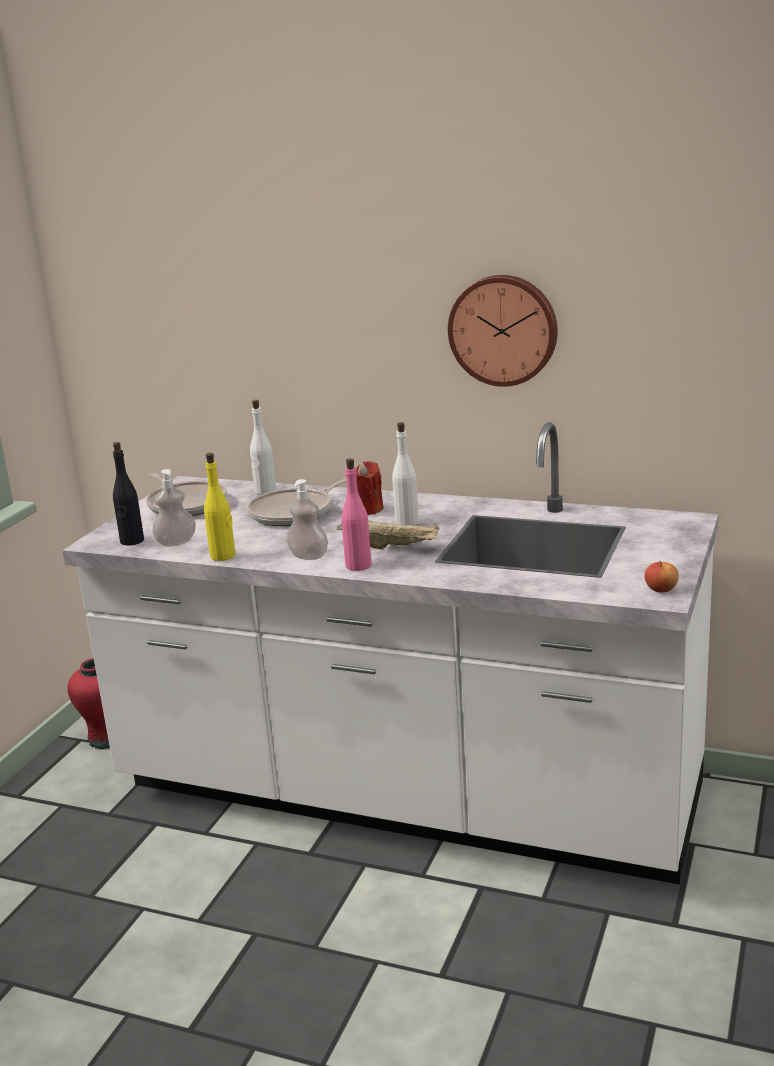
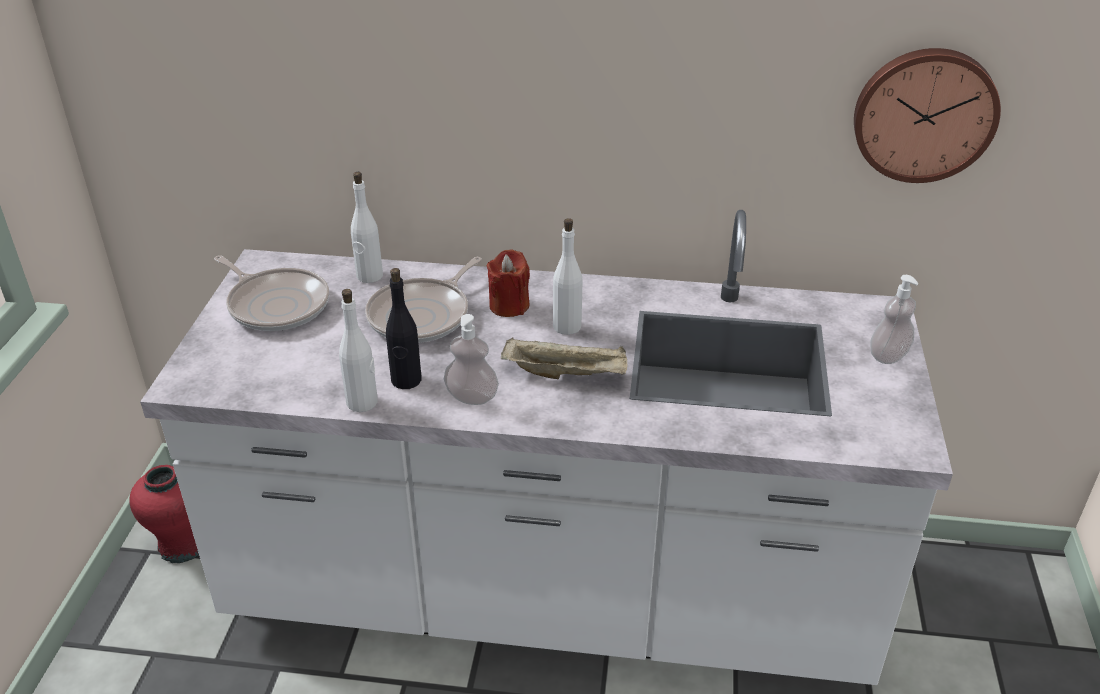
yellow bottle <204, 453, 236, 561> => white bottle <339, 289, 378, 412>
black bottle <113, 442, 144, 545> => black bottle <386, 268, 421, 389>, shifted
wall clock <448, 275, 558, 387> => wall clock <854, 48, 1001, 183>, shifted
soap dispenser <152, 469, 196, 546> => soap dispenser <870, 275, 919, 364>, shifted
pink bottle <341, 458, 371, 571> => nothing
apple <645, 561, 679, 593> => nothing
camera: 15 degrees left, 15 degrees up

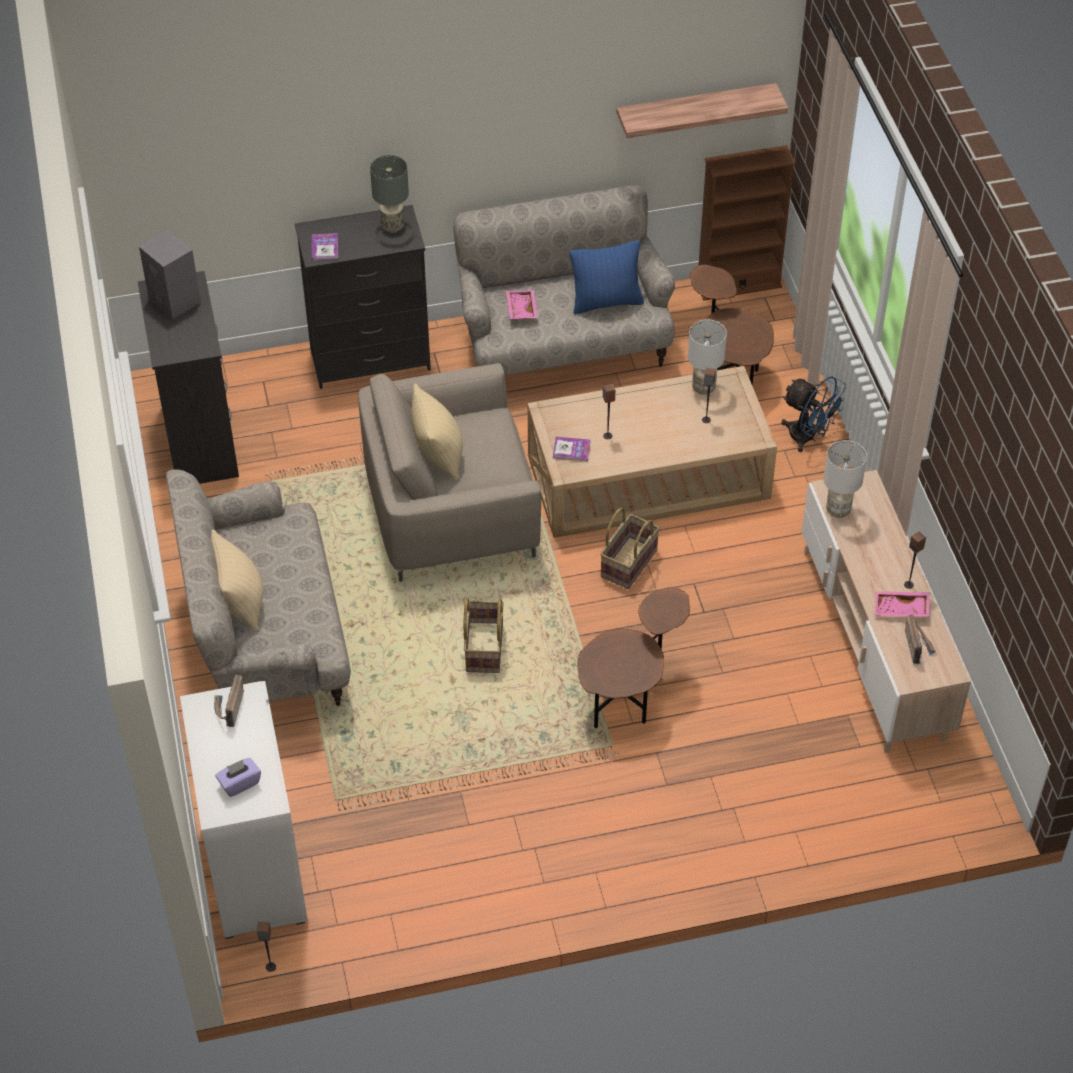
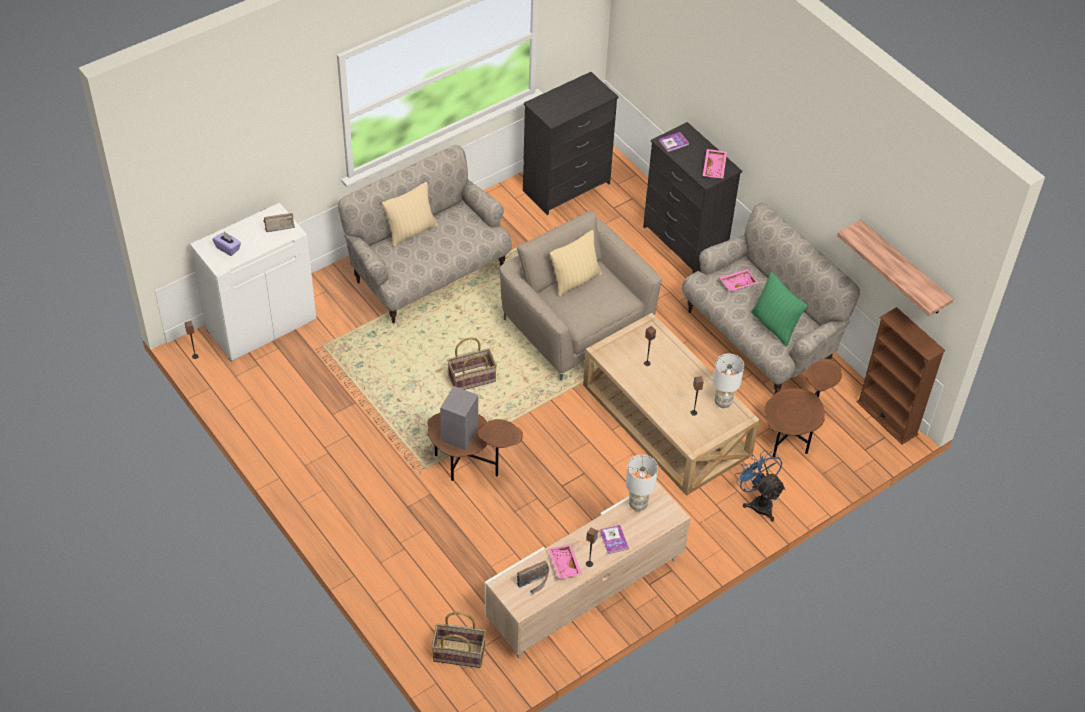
basket <600, 507, 660, 589> => basket <431, 612, 486, 668>, shifted
grey speaker <139, 230, 201, 319> => grey speaker <440, 386, 478, 450>, shifted
book <553, 437, 591, 461> => book <600, 525, 629, 554>, shifted
grey table lamp <370, 155, 409, 233> => pink tray <703, 149, 727, 178>
blue fan <781, 376, 846, 452> => blue fan <735, 450, 785, 522>, 135 degrees clockwise
blue pillow <569, 240, 644, 315> => green pillow <751, 272, 807, 347>
camera: 65 degrees right, 0 degrees up

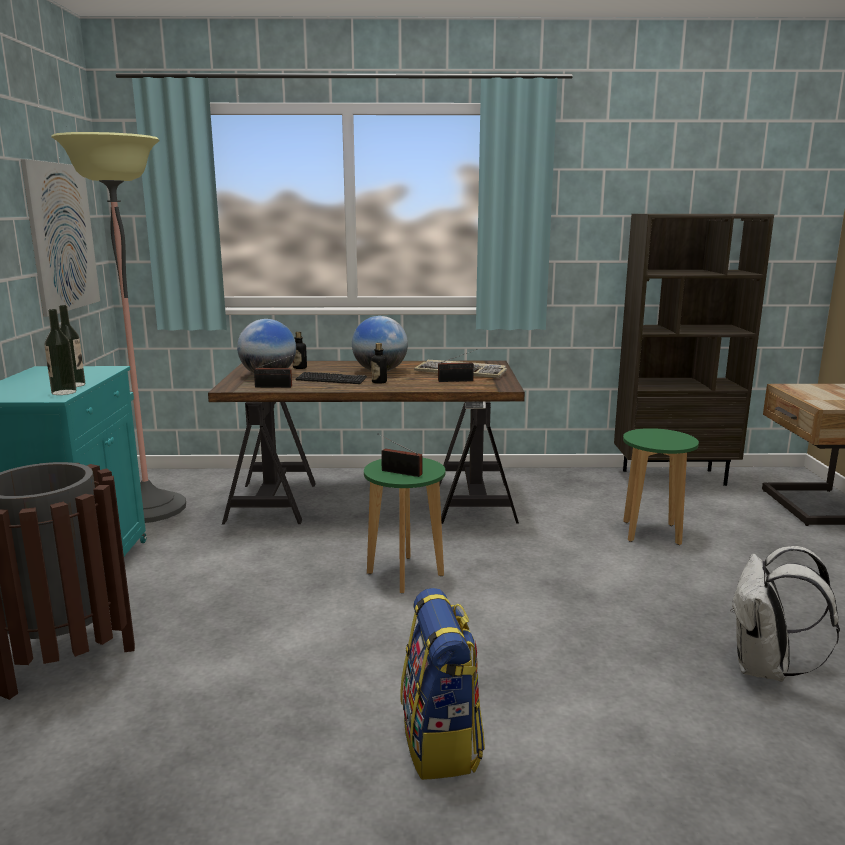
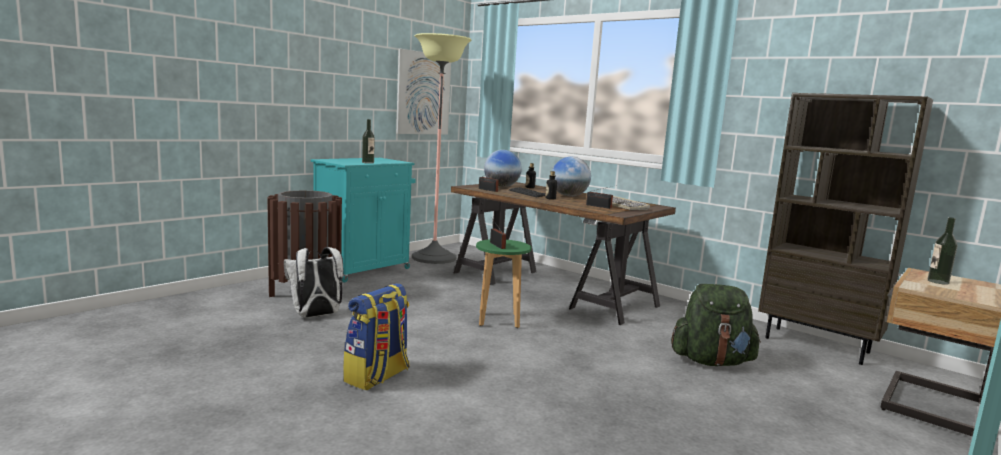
white backpack <730, 546, 840, 682> => white backpack <284, 247, 344, 318>, shifted
green stool <623, 428, 699, 545> => green backpack <671, 284, 761, 366>
bottle <44, 309, 76, 395> => bottle <928, 217, 958, 285>, shifted
camera: 40 degrees right, 5 degrees down

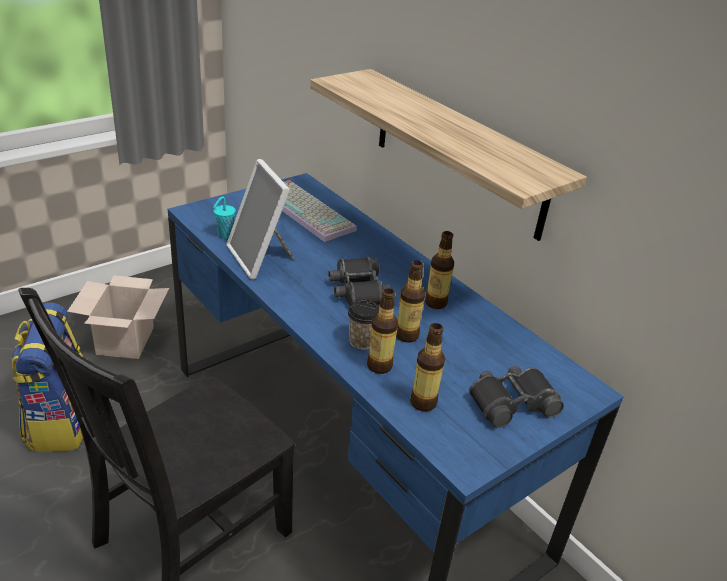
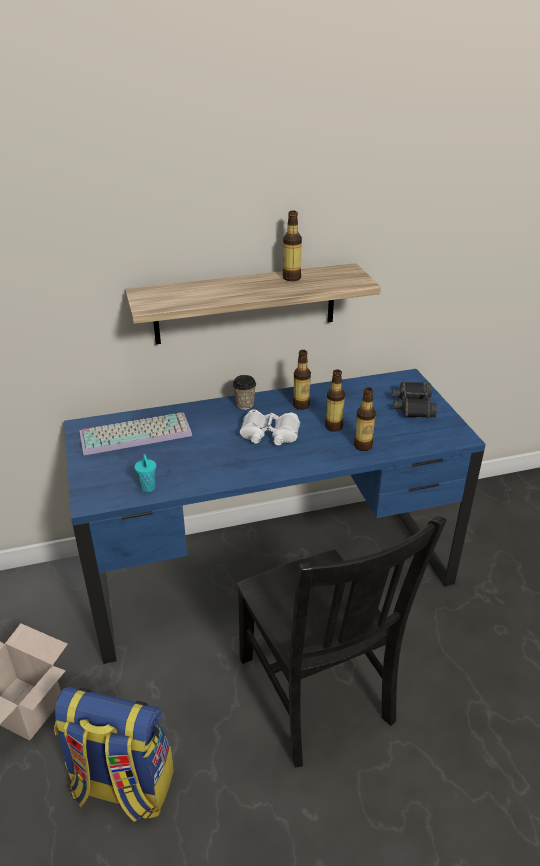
cup <348, 300, 379, 350> => cup <233, 375, 256, 410>, shifted
black binoculars <328, 257, 391, 306> => white binoculars <240, 410, 300, 445>
bottle <410, 323, 445, 411> => bottle <282, 211, 302, 281>, shifted
picture frame <227, 159, 294, 279> => nothing
camera: 65 degrees left, 0 degrees up

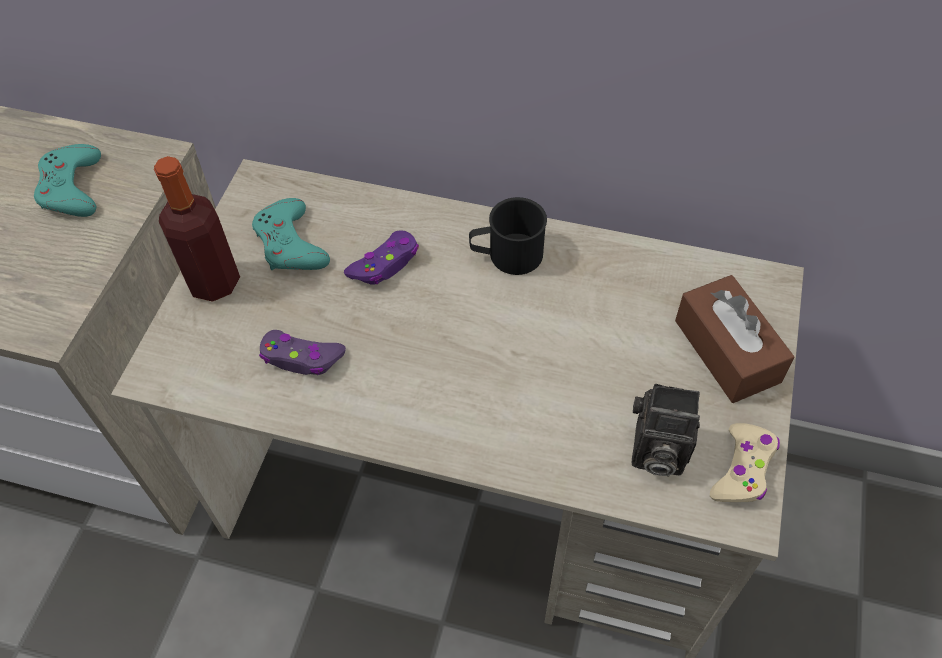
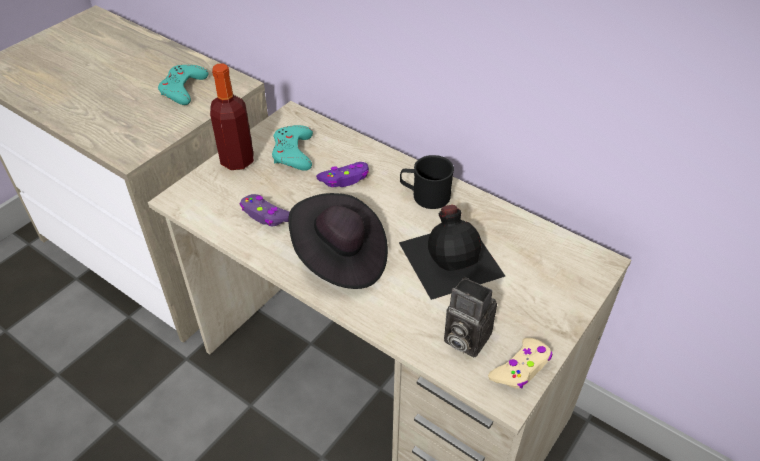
nothing => black hat <288, 193, 388, 289>
nothing => black bottle <399, 205, 505, 300>
brown tissue box <675, 275, 794, 403> => nothing
camera: 20 degrees right, 10 degrees down

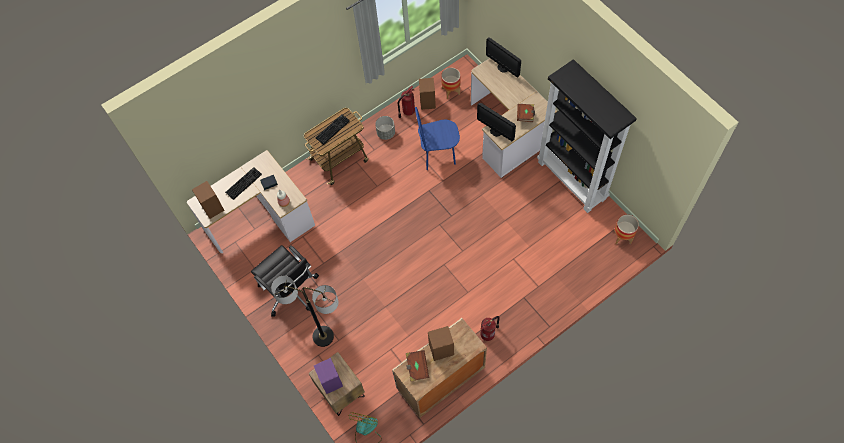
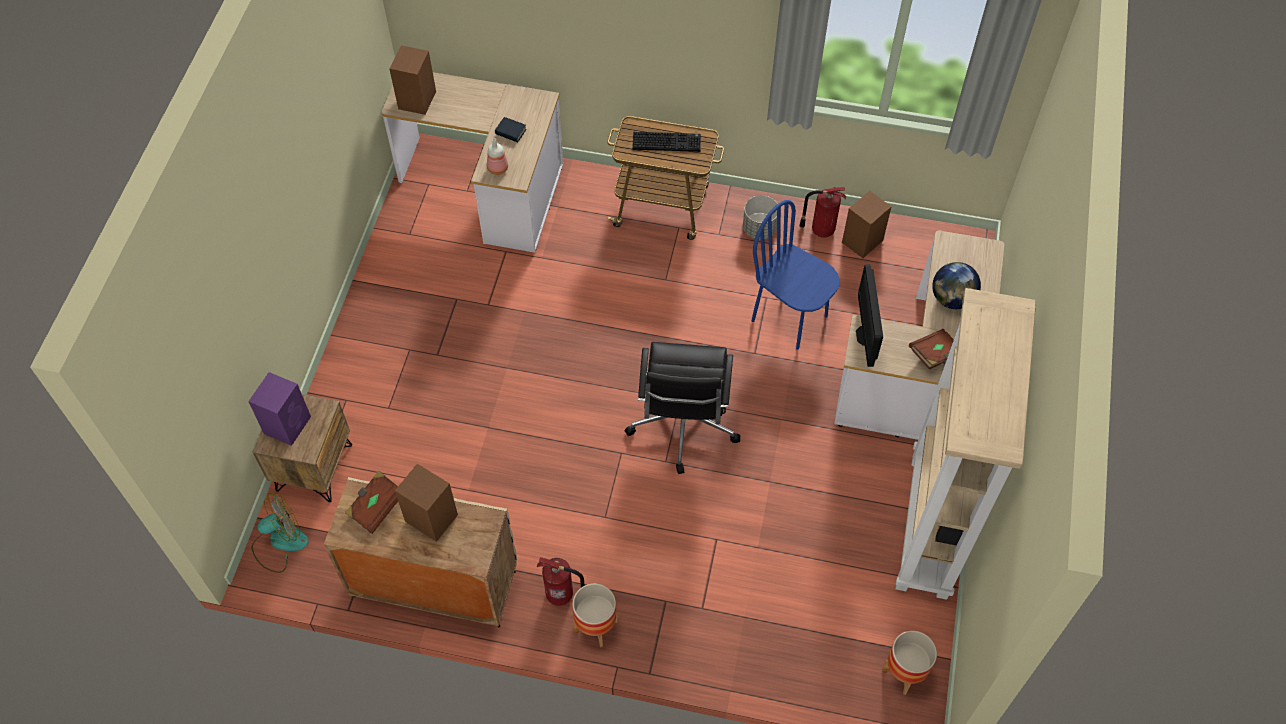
planter <441, 67, 461, 99> => planter <572, 583, 617, 647>, shifted
black office chair <251, 245, 319, 317> => black office chair <625, 342, 740, 474>, shifted
black bookcase <537, 59, 637, 213> => beige bookcase <896, 288, 1036, 600>
nothing => globe <932, 262, 981, 309>
keyboard <225, 167, 262, 200> => nothing
floor lamp <271, 276, 338, 347> => nothing
monitor <486, 37, 521, 78> => nothing
camera: 45 degrees right, 5 degrees down

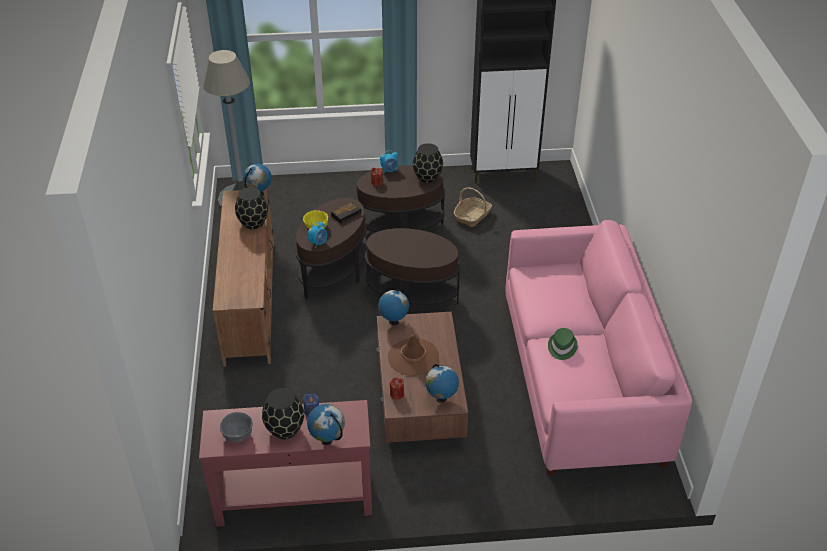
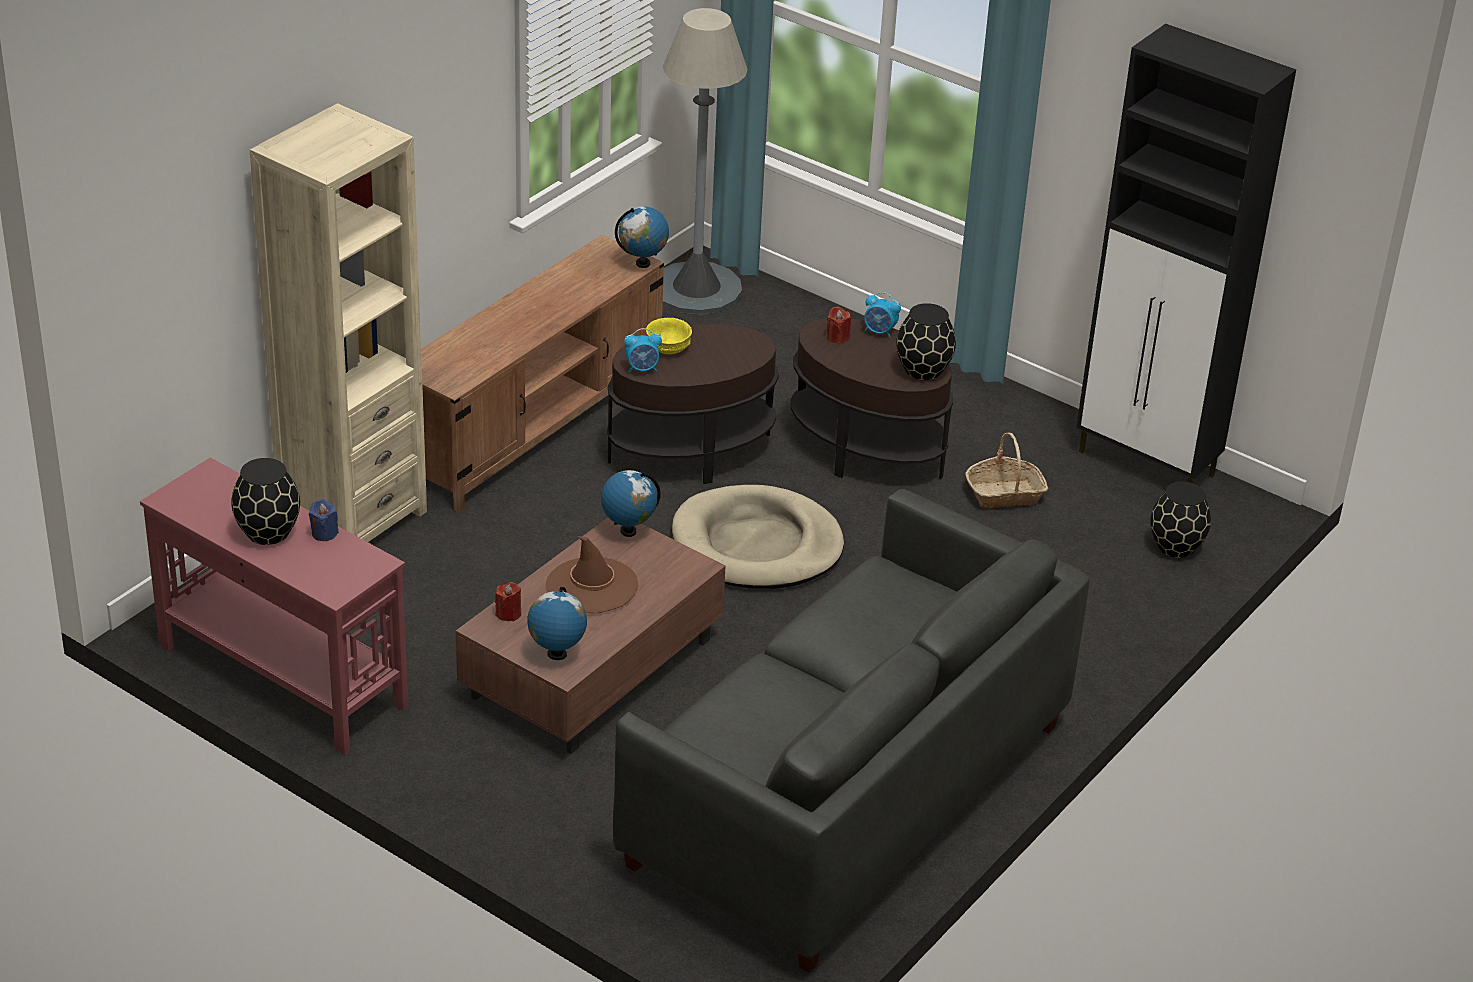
nothing => beige bookcase <250, 103, 427, 542>
pink sofa <505, 220, 692, 475> => grey sofa <613, 489, 1090, 973>
brown side table <365, 228, 460, 305> => beige dog bed <672, 485, 844, 589>
black vase <235, 187, 268, 229> => black vase <1150, 481, 1211, 558>, shifted
grey bowl <220, 412, 253, 442> => nothing
globe <307, 404, 345, 445> => nothing
alarm clock <331, 202, 361, 223> => nothing
green hat <548, 328, 578, 360> => nothing
camera: 40 degrees right, 5 degrees down

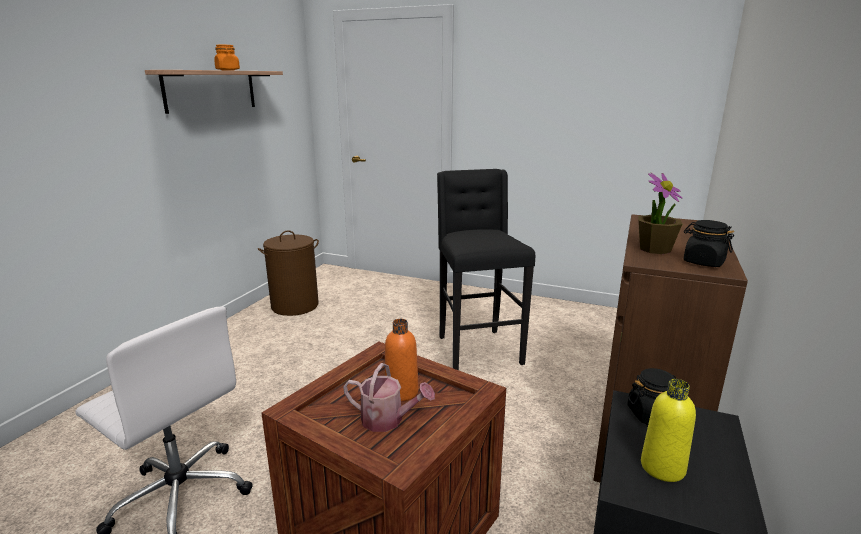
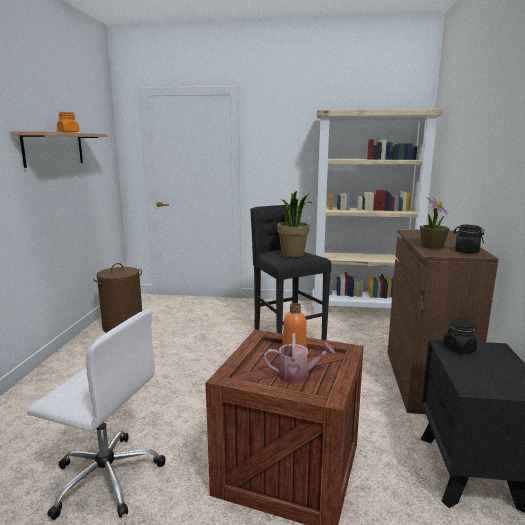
nothing => potted plant <277, 191, 312, 258>
nothing => beige bookcase <312, 109, 443, 314>
yellow bottle <641, 379, 696, 482> => nothing
camera: 15 degrees left, 5 degrees down

